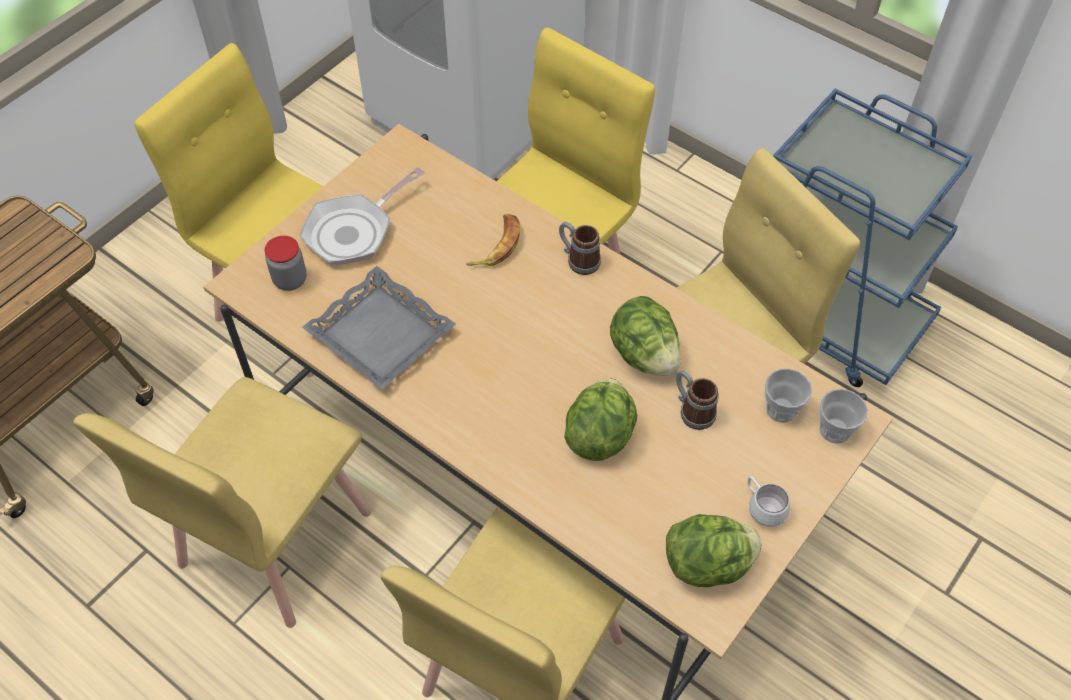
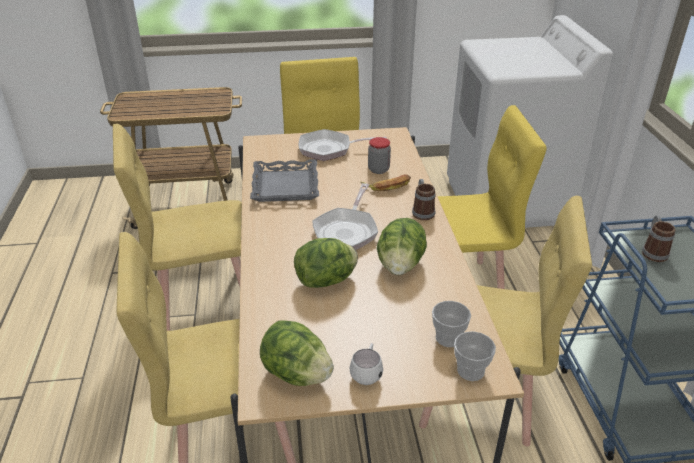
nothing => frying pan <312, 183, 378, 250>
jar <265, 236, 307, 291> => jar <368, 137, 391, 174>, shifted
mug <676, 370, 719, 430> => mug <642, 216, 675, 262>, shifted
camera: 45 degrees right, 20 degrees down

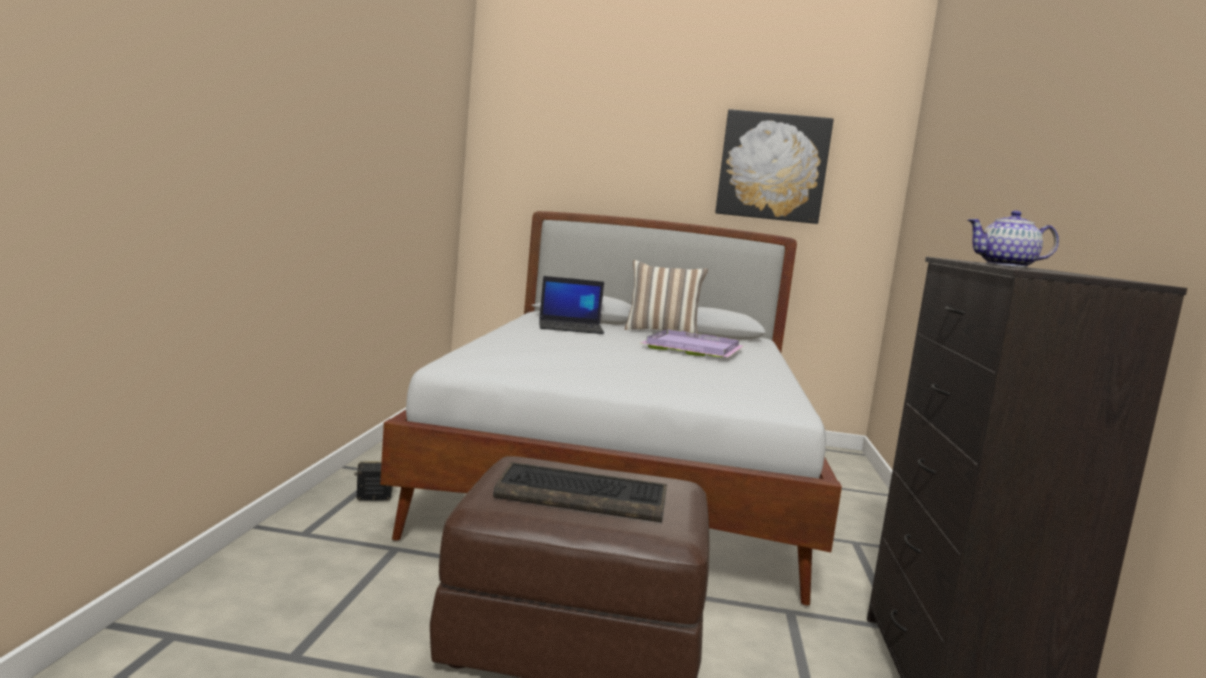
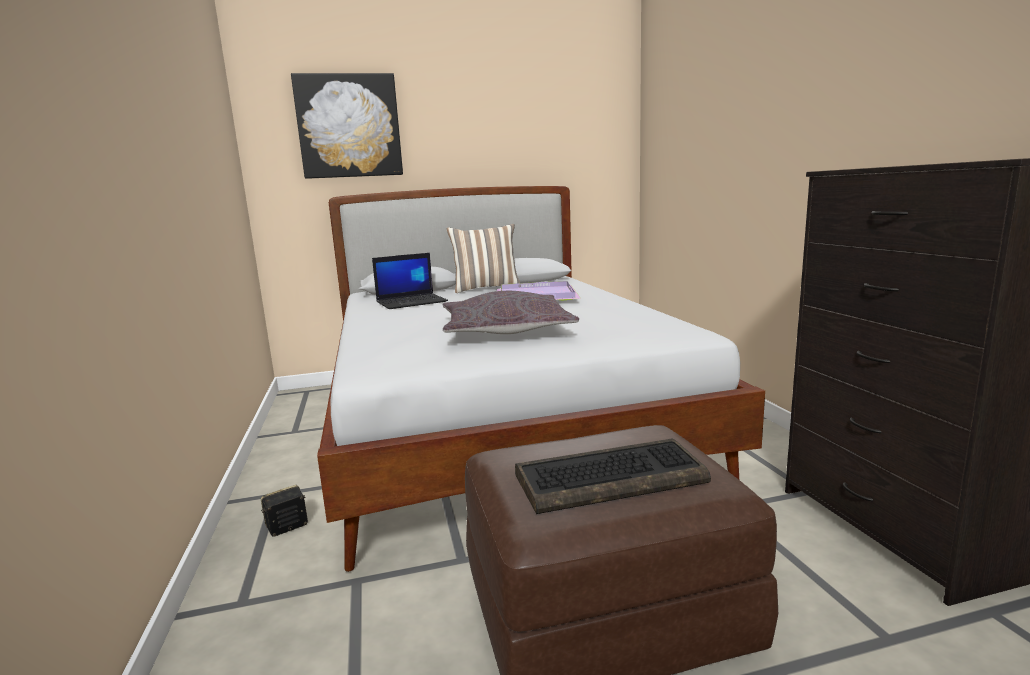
picture <715, 109, 834, 224> => picture <291, 73, 403, 179>, shifted
nothing => grey pillow <443, 291, 579, 334>
teapot <968, 210, 1059, 268> => nothing
camera: 20 degrees left, 5 degrees up

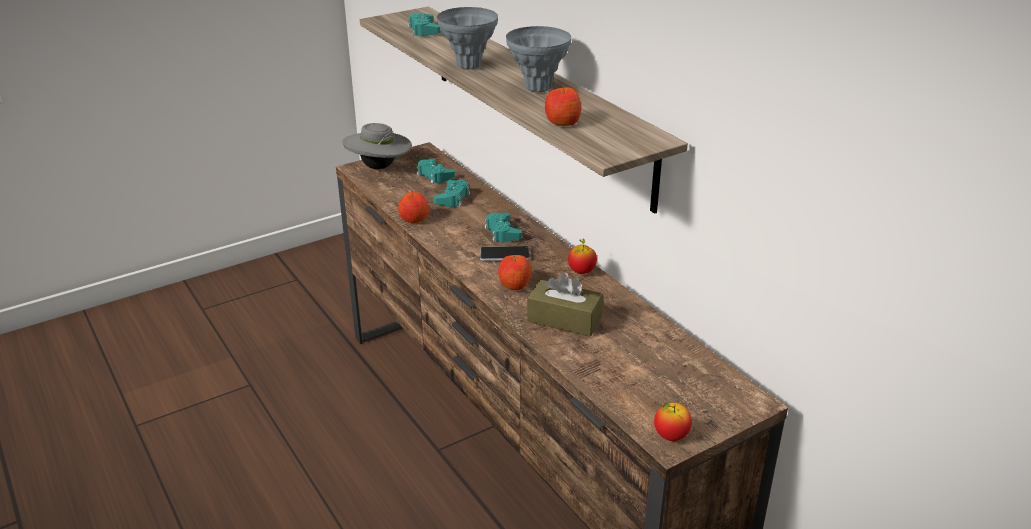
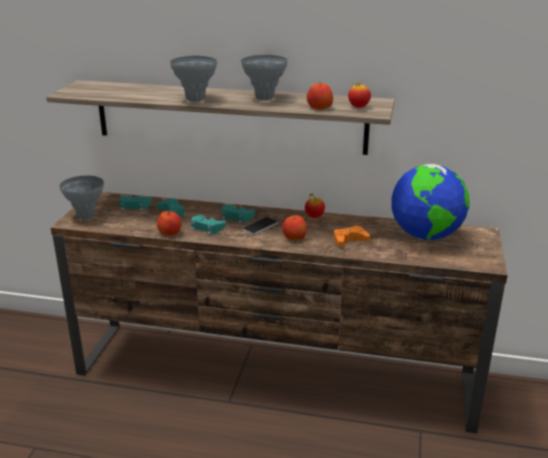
grey hat <343, 123, 412, 169> => grey vase <60, 175, 104, 219>
turquoise game controller <408, 13, 441, 36> => turquoise game controller <191, 214, 226, 235>, shifted
brown tissue box <527, 272, 603, 337> => orange game controller <334, 226, 370, 247>
apple <654, 403, 692, 441> => apple <348, 83, 371, 108>, shifted
nothing => globe <391, 164, 469, 240>
camera: 45 degrees left, 5 degrees down

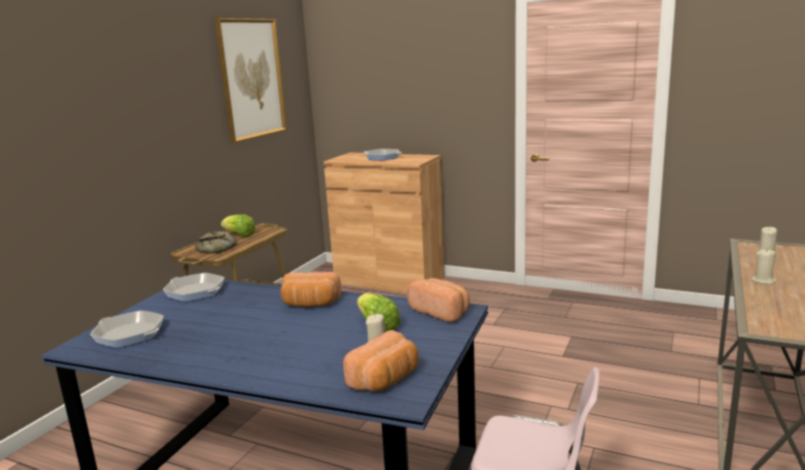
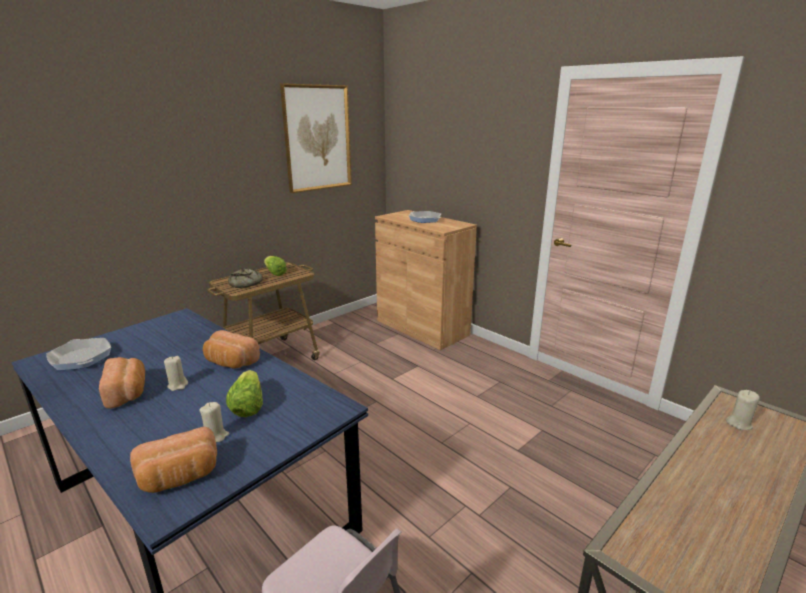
bread <407, 278, 470, 322> => bread <99, 357, 145, 409>, shifted
beige candle <751, 249, 776, 284> => beige candle <164, 356, 188, 391>, shifted
frying pan <163, 273, 225, 302> => nothing
camera: 20 degrees right, 5 degrees up

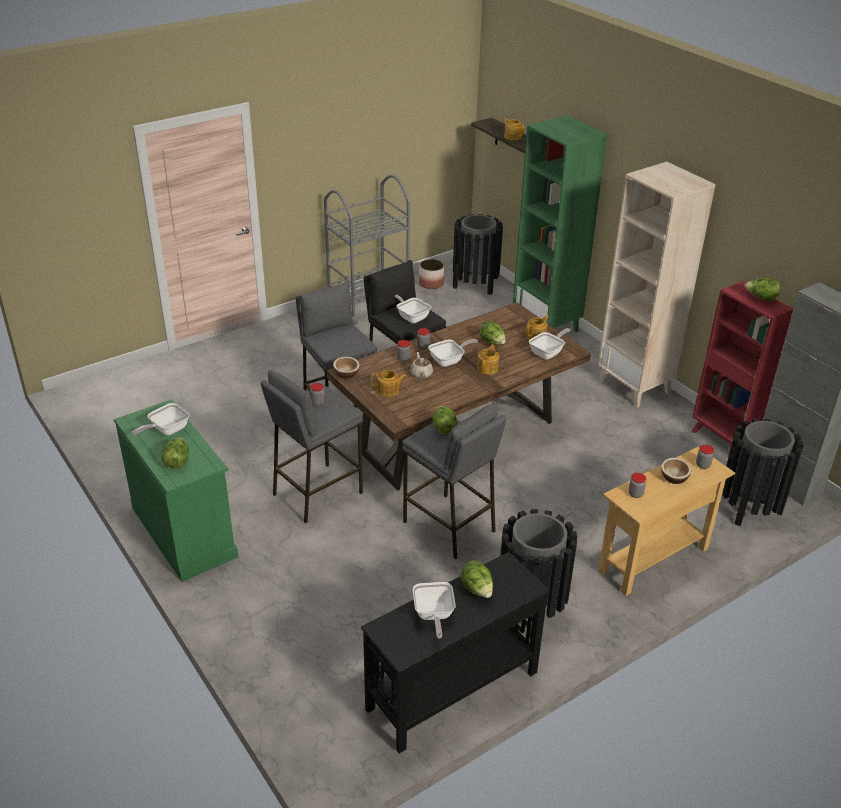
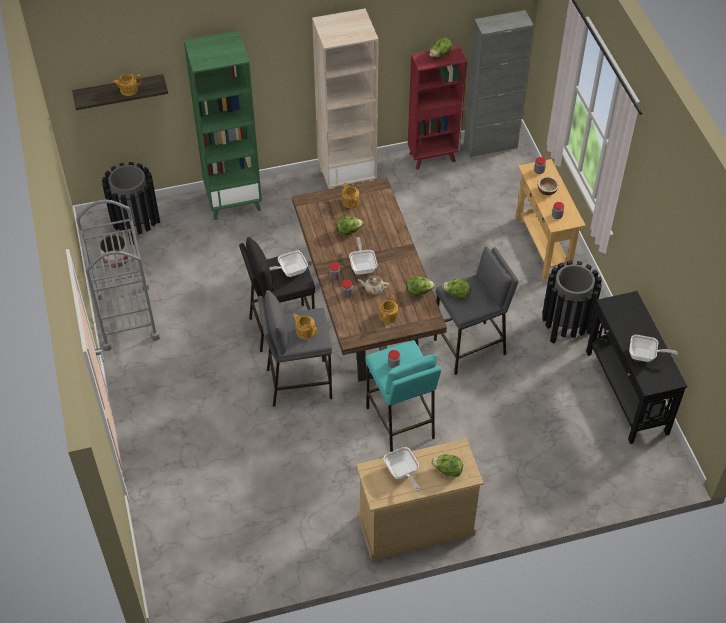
teapot <477, 345, 499, 375> => teapot <292, 314, 317, 339>, shifted
green dresser <114, 399, 238, 582> => beige dresser <356, 438, 484, 561>
grey stool <261, 370, 363, 524> => turquoise stool <365, 340, 441, 452>
lettuce <461, 560, 493, 598> => lettuce <406, 276, 435, 296>, shifted
bowl <333, 357, 360, 378> => nothing
frying pan <529, 328, 571, 360> => nothing
black trash can <722, 418, 804, 526> => nothing
camera: 70 degrees left, 15 degrees up

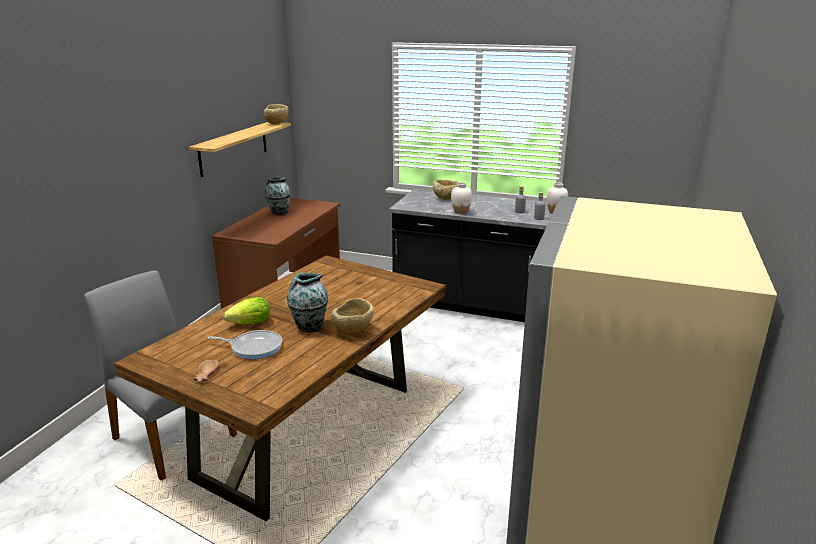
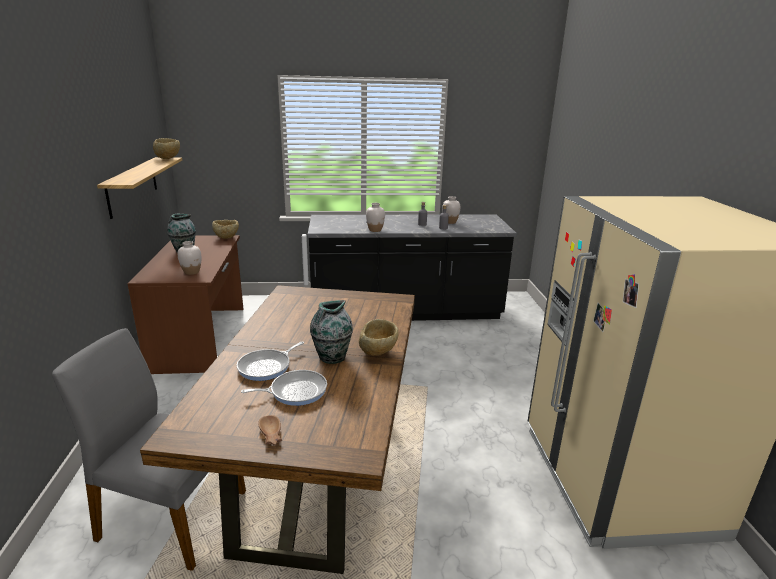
nothing => white vase <178, 241, 201, 275>
beige bowl <433, 179, 459, 200> => beige bowl <212, 220, 239, 239>, shifted
lettuce <223, 297, 270, 324> => frying pan <237, 342, 304, 381>
camera: 25 degrees left, 0 degrees up

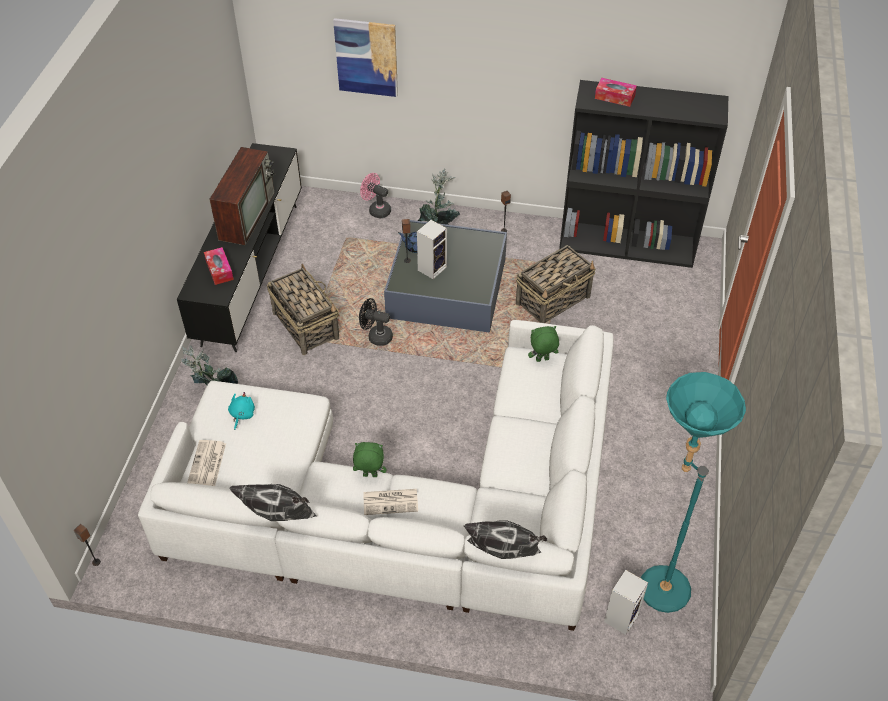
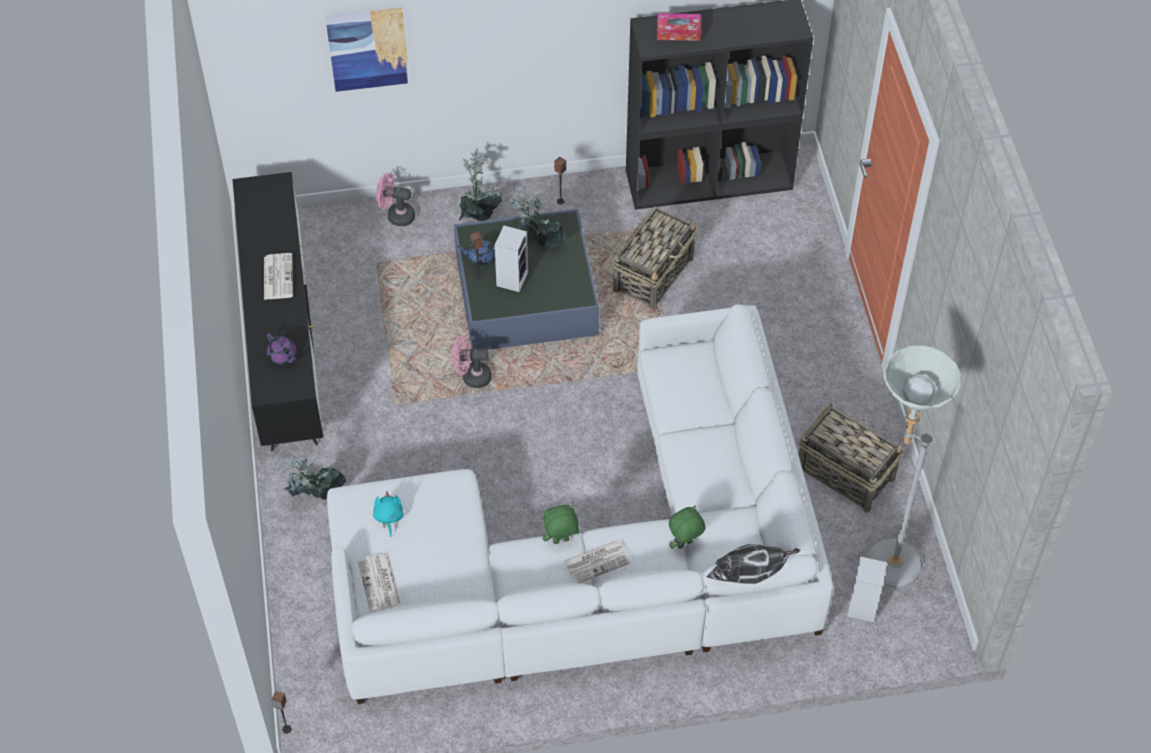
television <209, 147, 276, 245> => newspaper <264, 253, 293, 300>
tissue box <204, 247, 234, 285> => purple teapot <267, 333, 297, 365>
black fan <359, 298, 393, 346> => pink fan <452, 336, 492, 388>
nothing => potted plant <510, 185, 565, 248>
green plush toy <528, 326, 559, 362> => green plush toy <669, 505, 706, 549>, shifted
basket <267, 264, 339, 355> => basket <799, 402, 904, 513>, shifted
turquoise floor lamp <641, 372, 746, 613> => grey floor lamp <867, 346, 961, 588>
pillow <230, 484, 317, 521> => nothing
camera: 20 degrees left, 5 degrees up

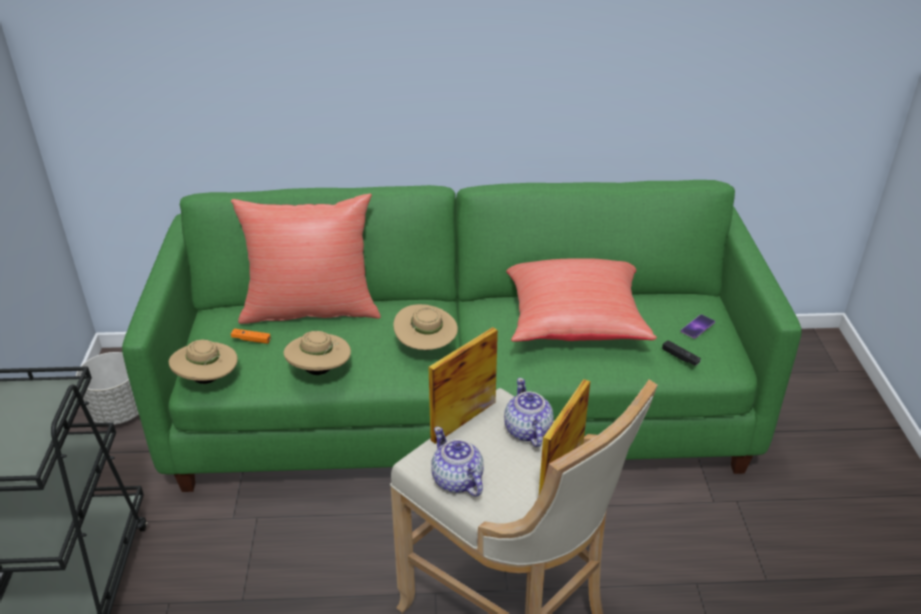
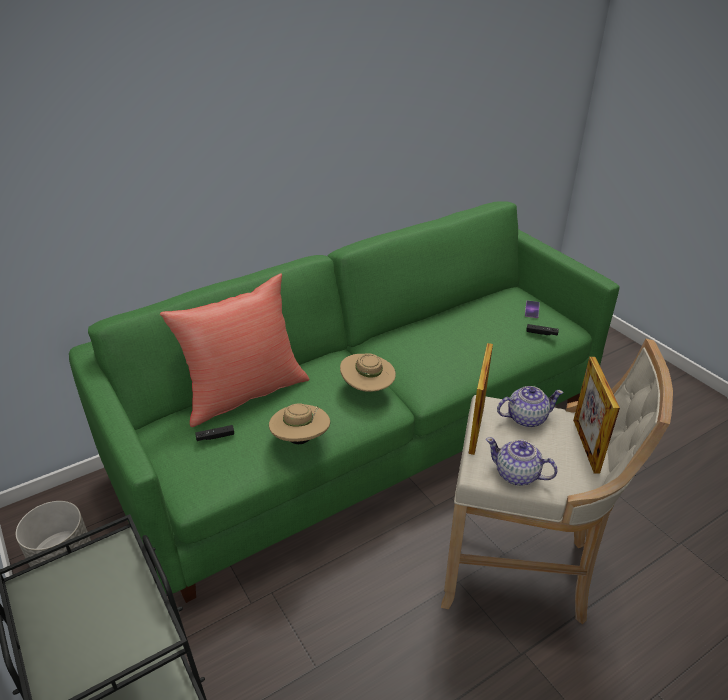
orange game controller <231, 328, 271, 344> => black game controller <195, 425, 234, 441>
teapot <504, 378, 554, 447> => teapot <497, 386, 564, 427>, 120 degrees clockwise
beige hat <169, 340, 238, 384> => nothing
red pillow <506, 258, 657, 341> => nothing
camera: 30 degrees left, 0 degrees up

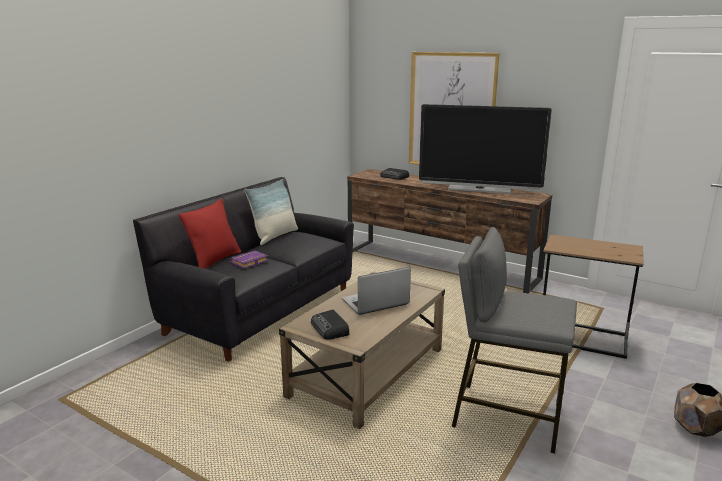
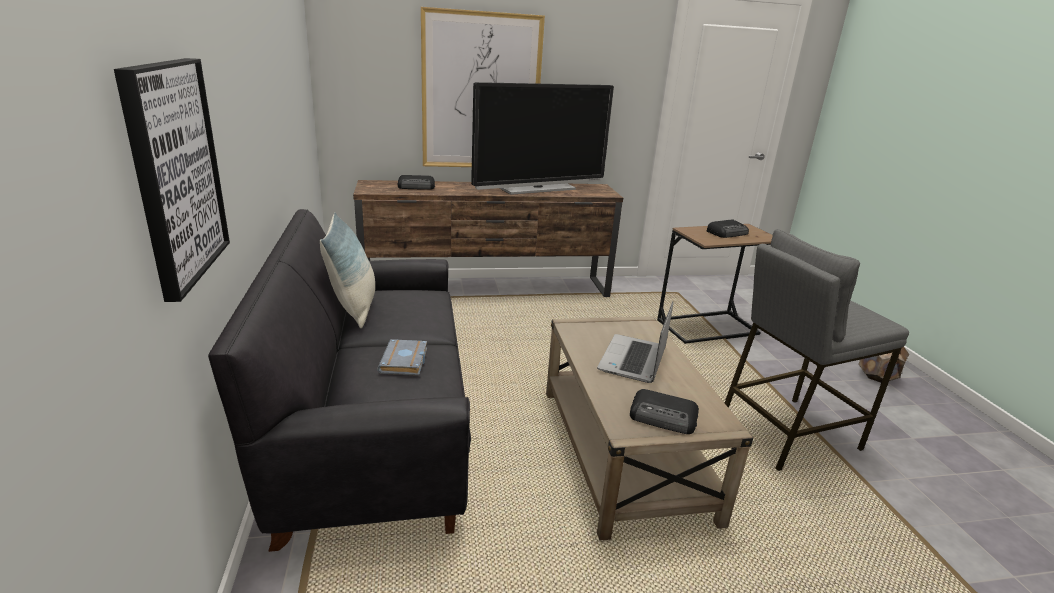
nothing => picture <114, 58, 230, 302>
purple book <230, 251, 269, 269> => grey book <377, 339, 427, 376>
nothing => radio <707, 219, 749, 238>
red pillow <179, 198, 241, 269> => nothing
camera: 45 degrees left, 5 degrees up

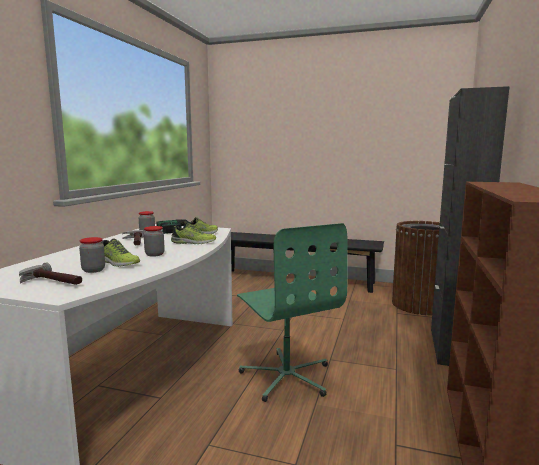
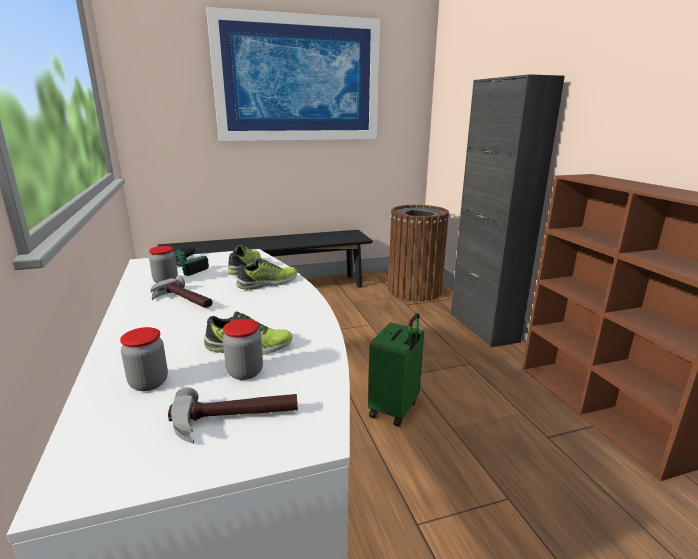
jar <144, 226, 165, 257> => jar <120, 327, 168, 391>, shifted
nothing => picture <206, 7, 380, 141>
green office chair <237, 223, 348, 402> => green suitcase <368, 313, 424, 427>
camera: 35 degrees left, 10 degrees up

